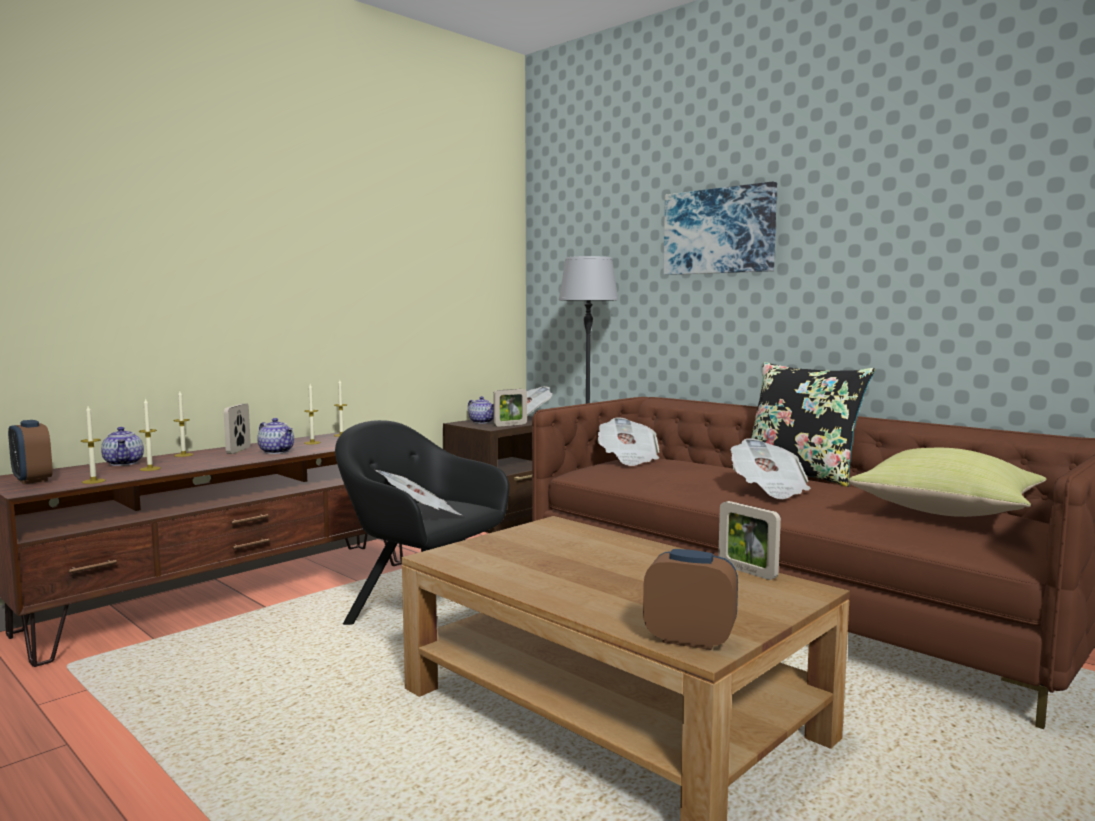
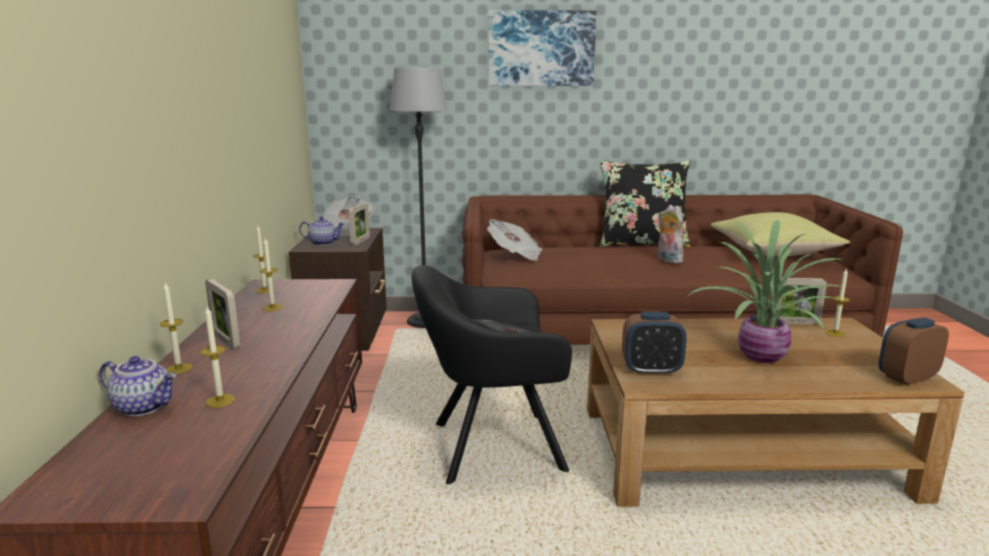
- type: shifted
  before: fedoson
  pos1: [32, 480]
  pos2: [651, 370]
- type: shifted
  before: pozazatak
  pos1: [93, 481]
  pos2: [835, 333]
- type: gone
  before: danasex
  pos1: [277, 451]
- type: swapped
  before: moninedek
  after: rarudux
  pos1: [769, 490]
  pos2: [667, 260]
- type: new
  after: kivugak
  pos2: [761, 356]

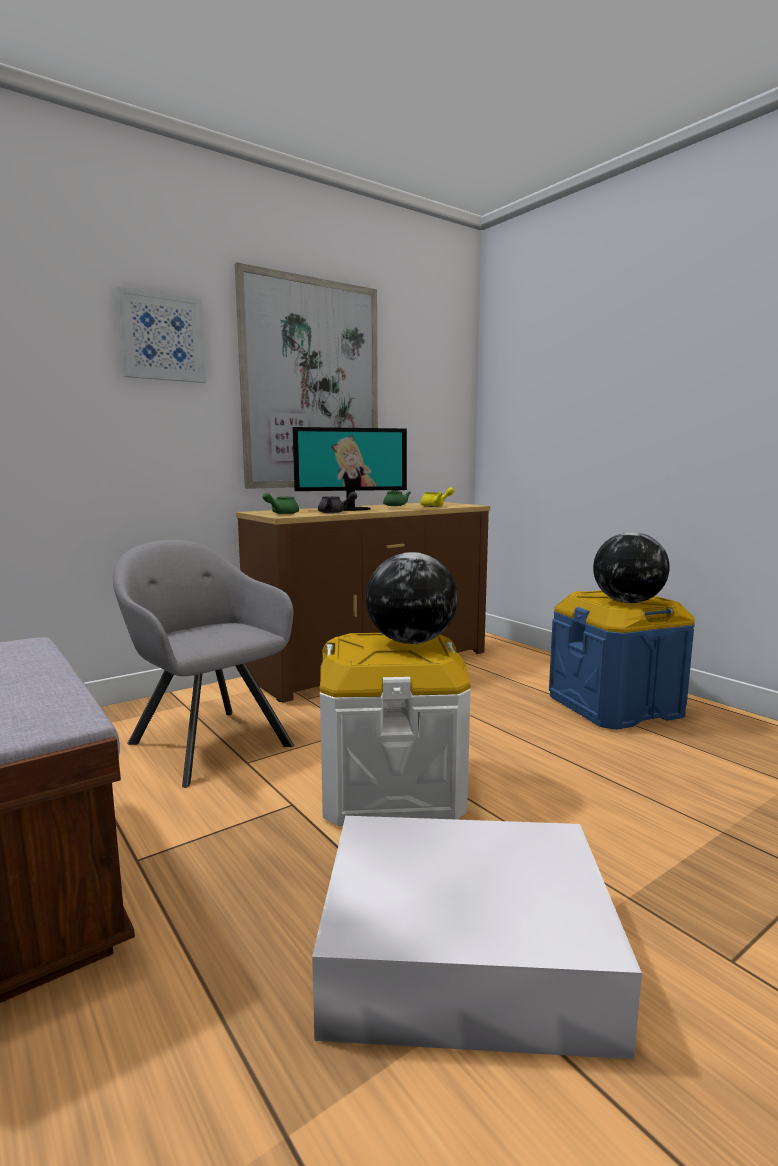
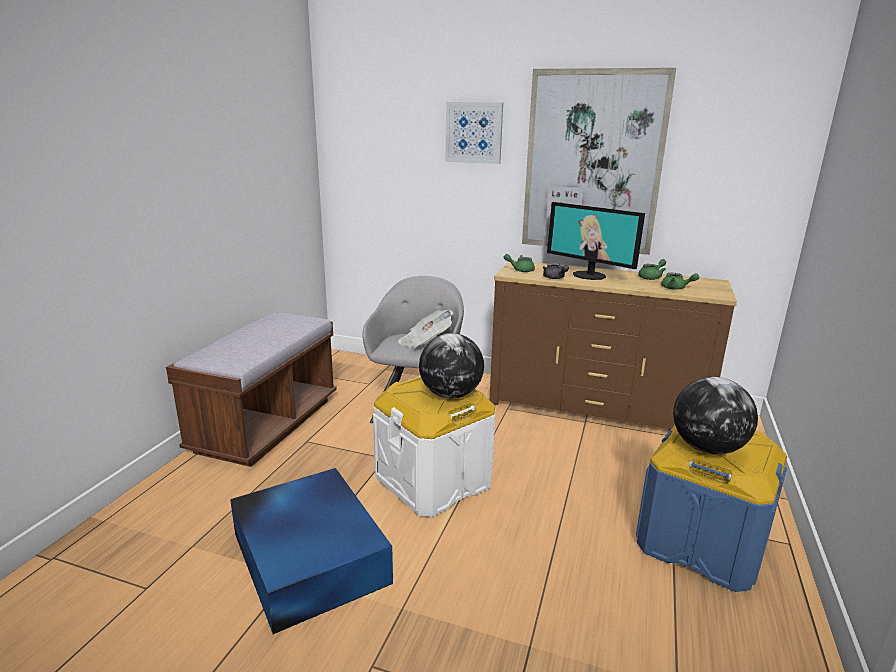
- type: repainted
  before: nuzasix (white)
  after: nuzasix (blue)
  pos1: [460, 951]
  pos2: [310, 556]
- type: repainted
  before: danasex (yellow)
  after: danasex (green)
  pos1: [435, 506]
  pos2: [676, 288]
- type: new
  after: moninedek
  pos2: [425, 342]

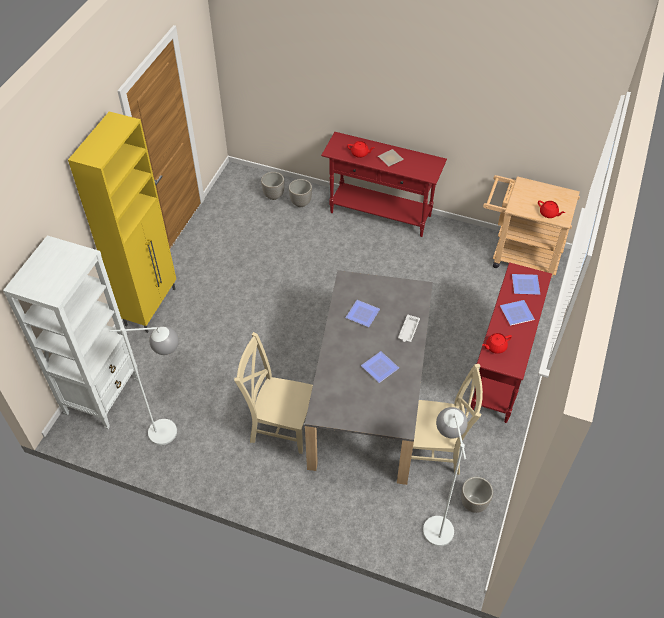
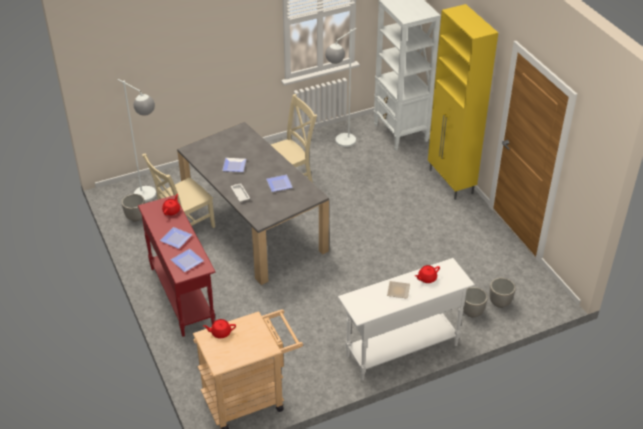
- type: repainted
  before: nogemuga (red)
  after: nogemuga (white)
  pos1: [380, 214]
  pos2: [401, 350]

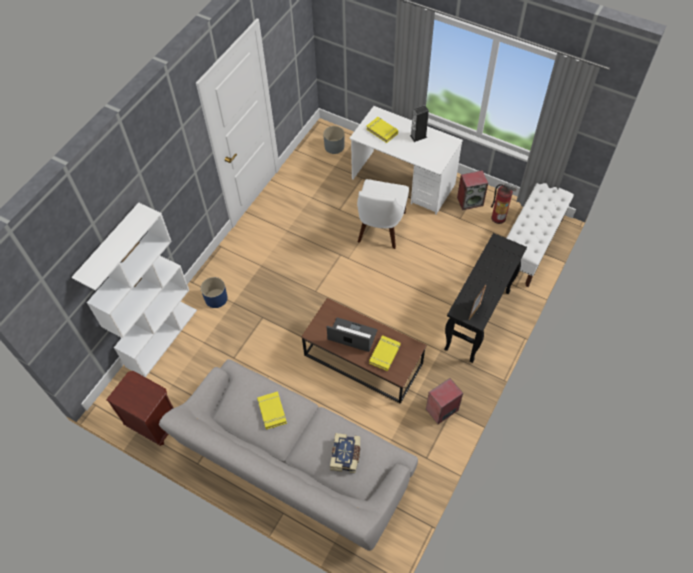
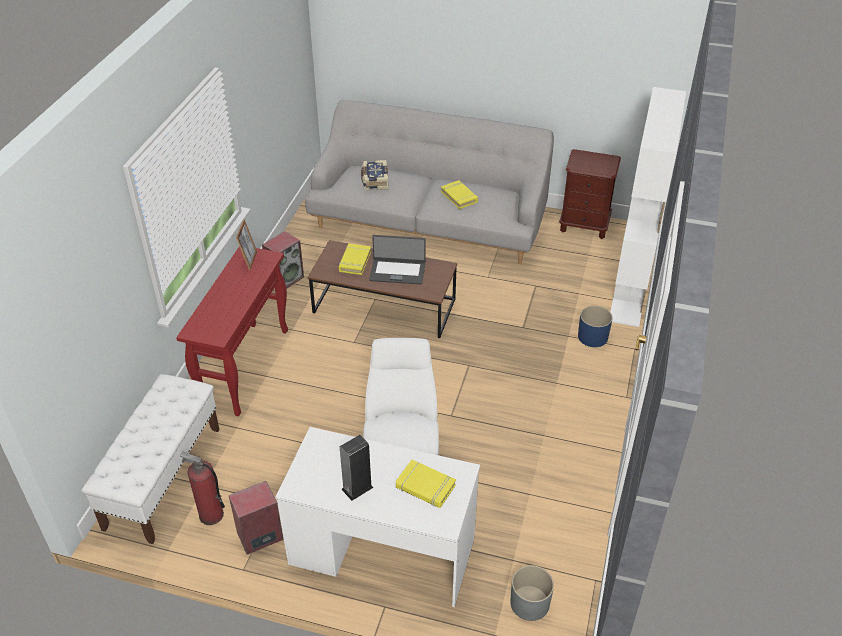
- type: repainted
  before: nogemuga (black)
  after: nogemuga (red)
  pos1: [477, 321]
  pos2: [246, 367]

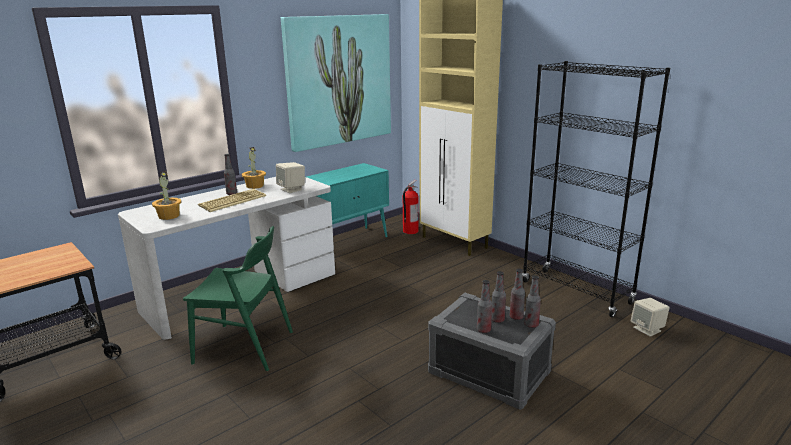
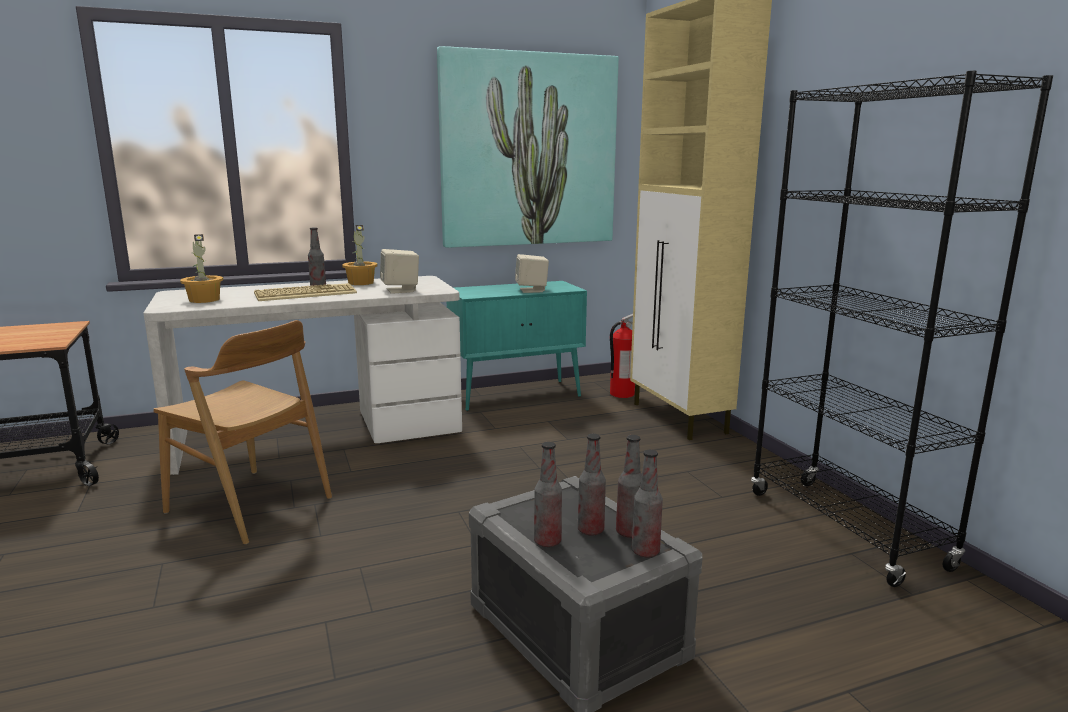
- type: repainted
  before: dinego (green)
  after: dinego (brown)
  pos1: [244, 347]
  pos2: [250, 505]
- type: shifted
  before: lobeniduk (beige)
  pos1: [647, 329]
  pos2: [531, 290]

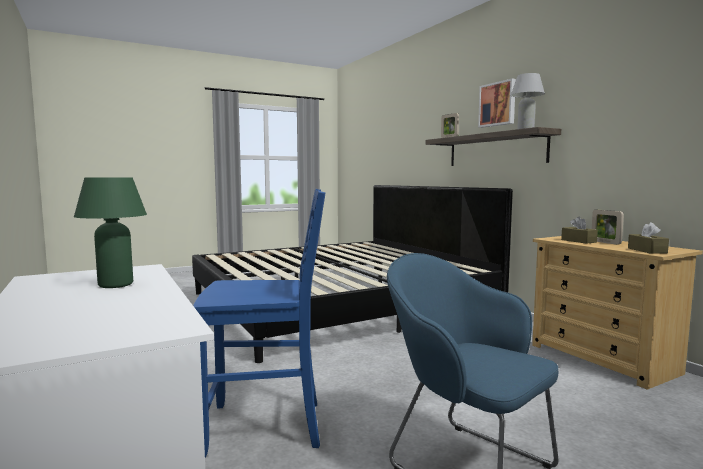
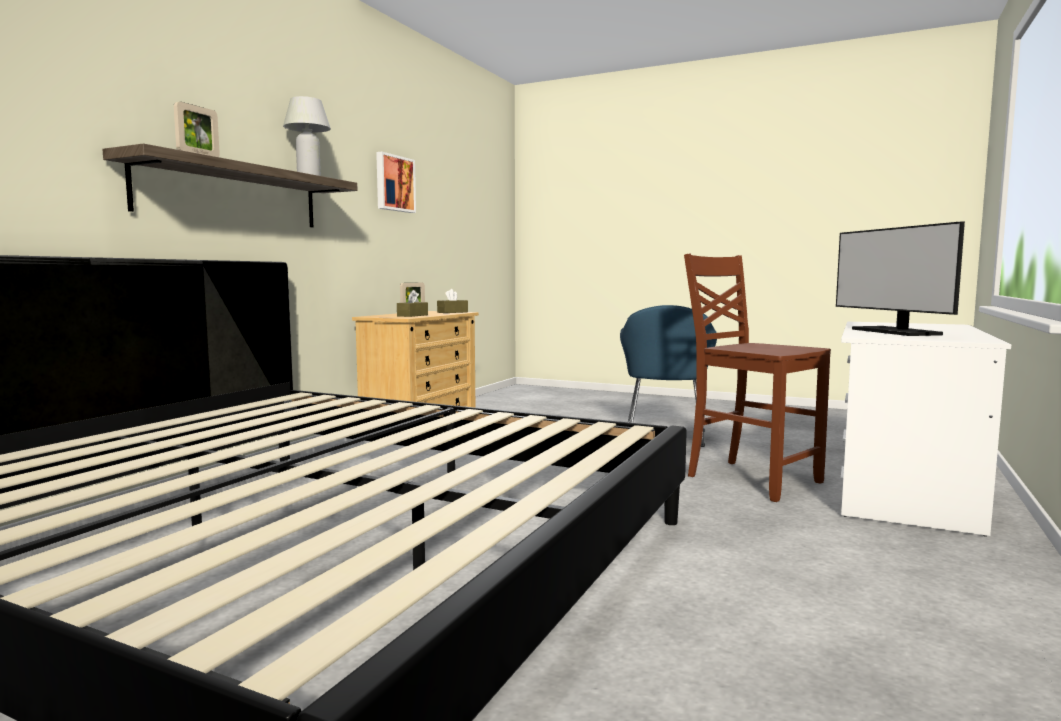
- type: swapped
  before: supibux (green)
  after: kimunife
  pos1: [116, 285]
  pos2: [895, 332]
- type: repainted
  before: dinego (blue)
  after: dinego (brown)
  pos1: [267, 427]
  pos2: [751, 479]
- type: shifted
  before: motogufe
  pos1: [498, 104]
  pos2: [394, 183]

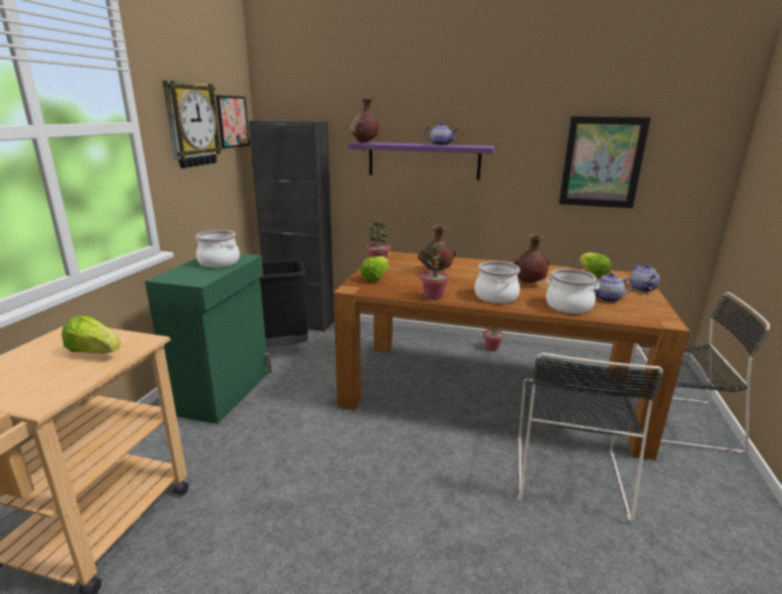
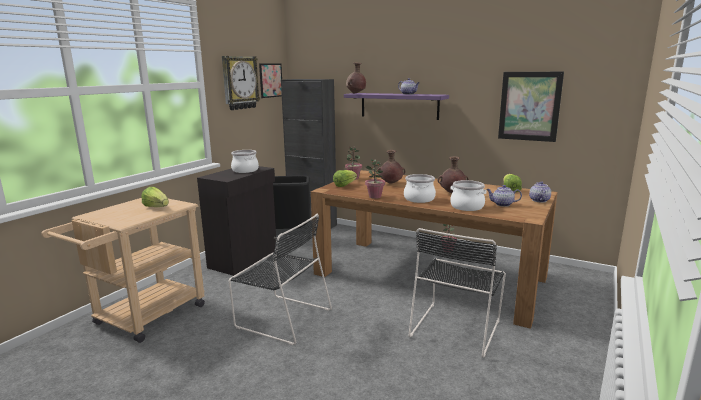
- type: repainted
  before: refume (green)
  after: refume (black)
  pos1: [225, 392]
  pos2: [244, 259]
- type: shifted
  before: dinego (black)
  pos1: [674, 419]
  pos2: [281, 317]

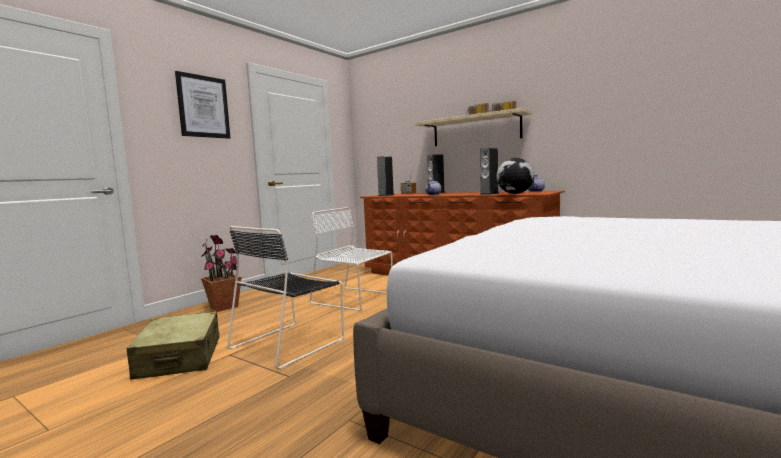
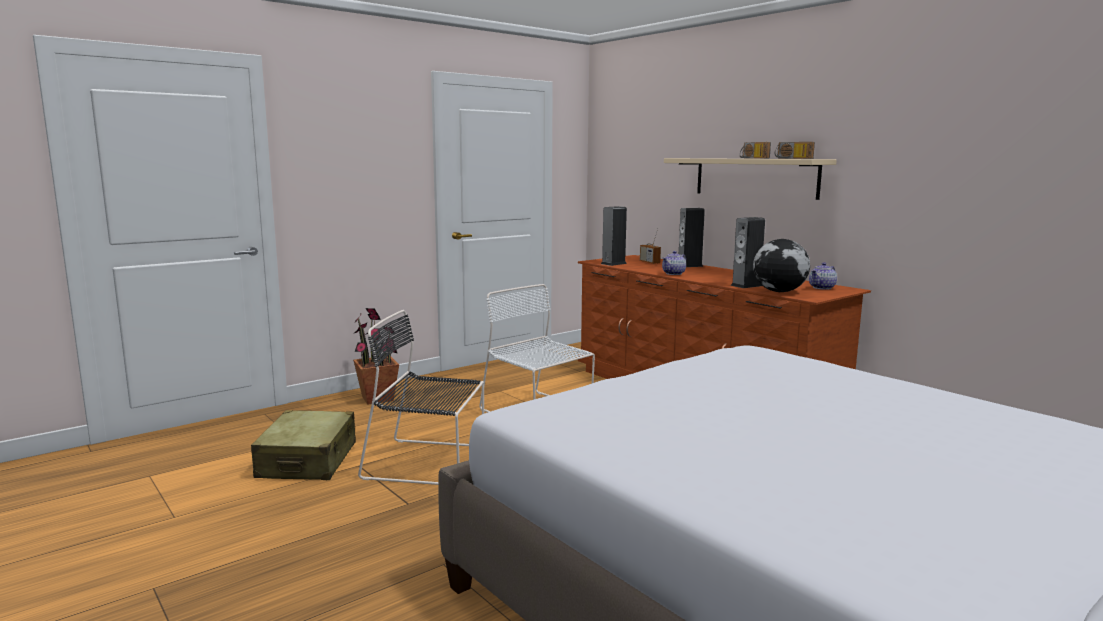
- type: gone
  before: motogufe
  pos1: [203, 106]
- type: rotated
  before: dinego (black)
  pos1: [290, 343]
  pos2: [429, 462]
  turn: 45

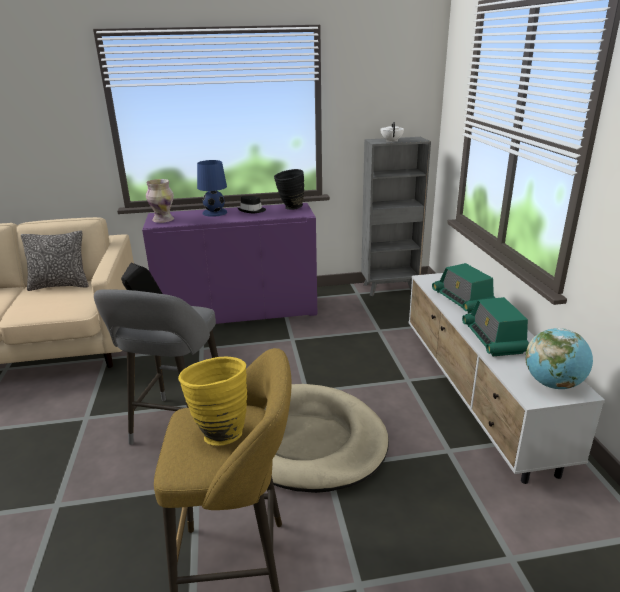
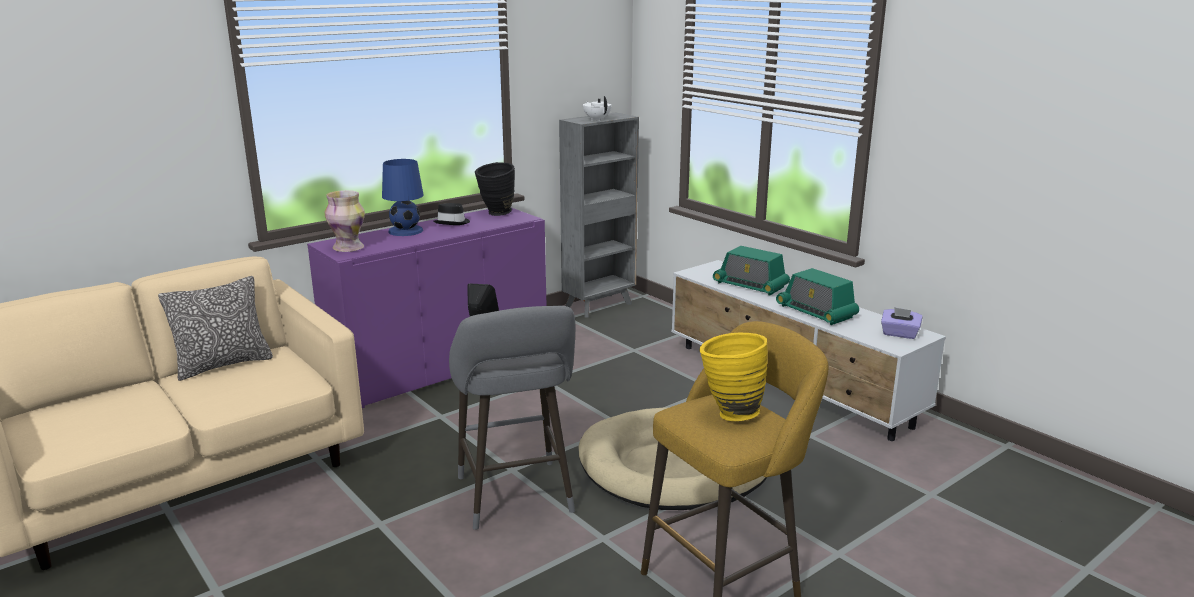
- type: swapped
  before: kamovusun
  after: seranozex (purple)
  pos1: [553, 384]
  pos2: [899, 334]

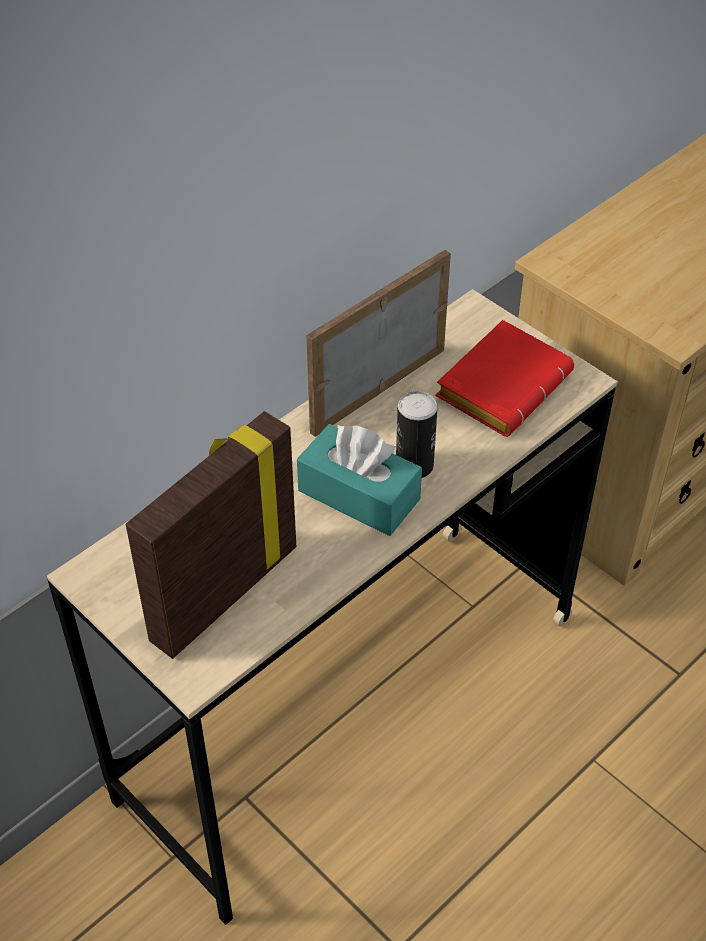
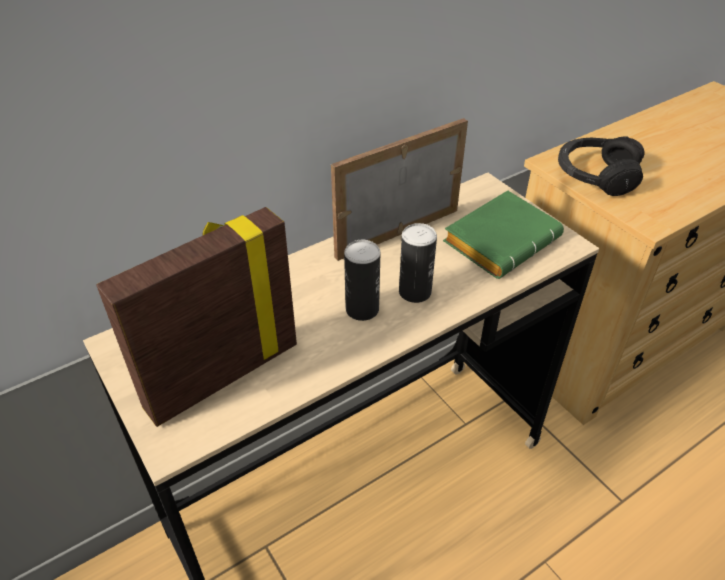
- type: swapped
  before: seranozex (turquoise)
  after: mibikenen
  pos1: [359, 495]
  pos2: [362, 309]
- type: repainted
  before: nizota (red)
  after: nizota (green)
  pos1: [502, 384]
  pos2: [501, 239]
- type: new
  after: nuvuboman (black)
  pos2: [596, 176]

